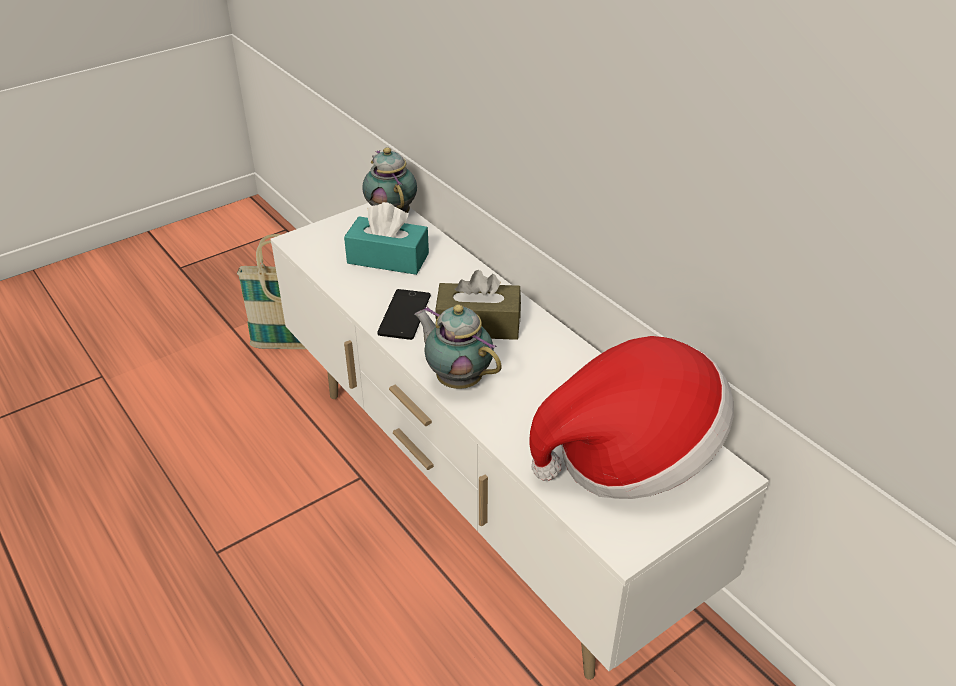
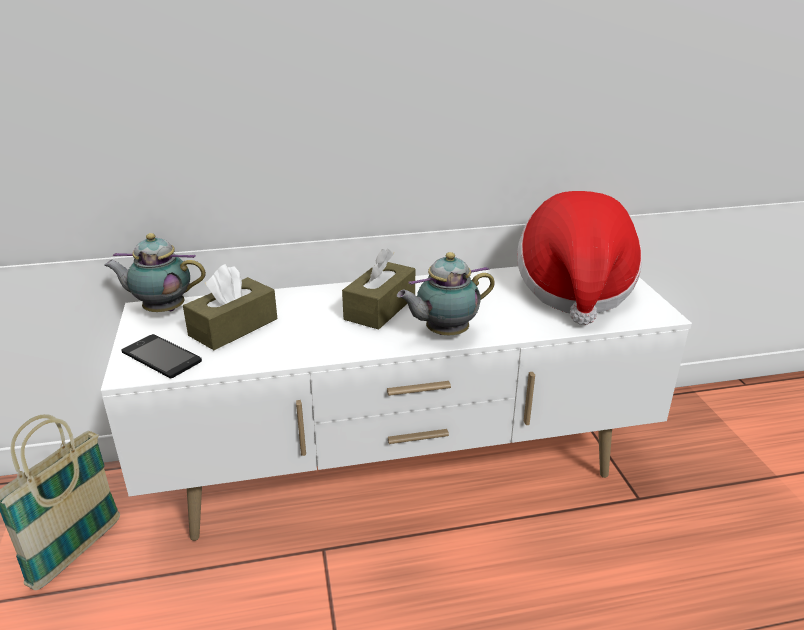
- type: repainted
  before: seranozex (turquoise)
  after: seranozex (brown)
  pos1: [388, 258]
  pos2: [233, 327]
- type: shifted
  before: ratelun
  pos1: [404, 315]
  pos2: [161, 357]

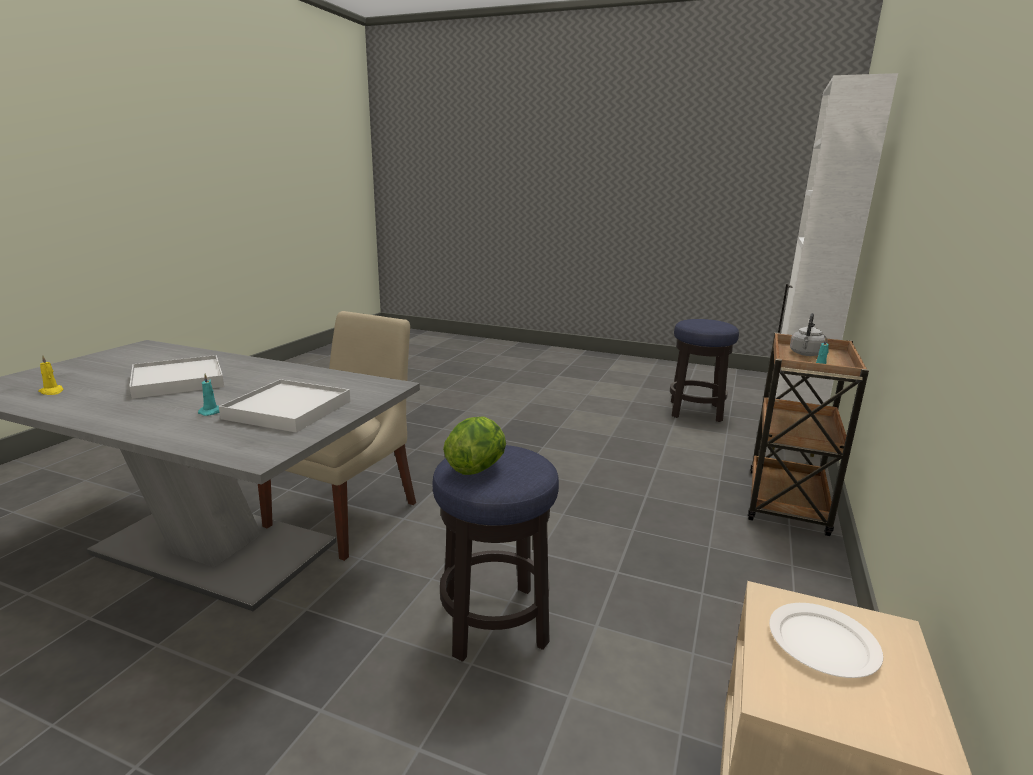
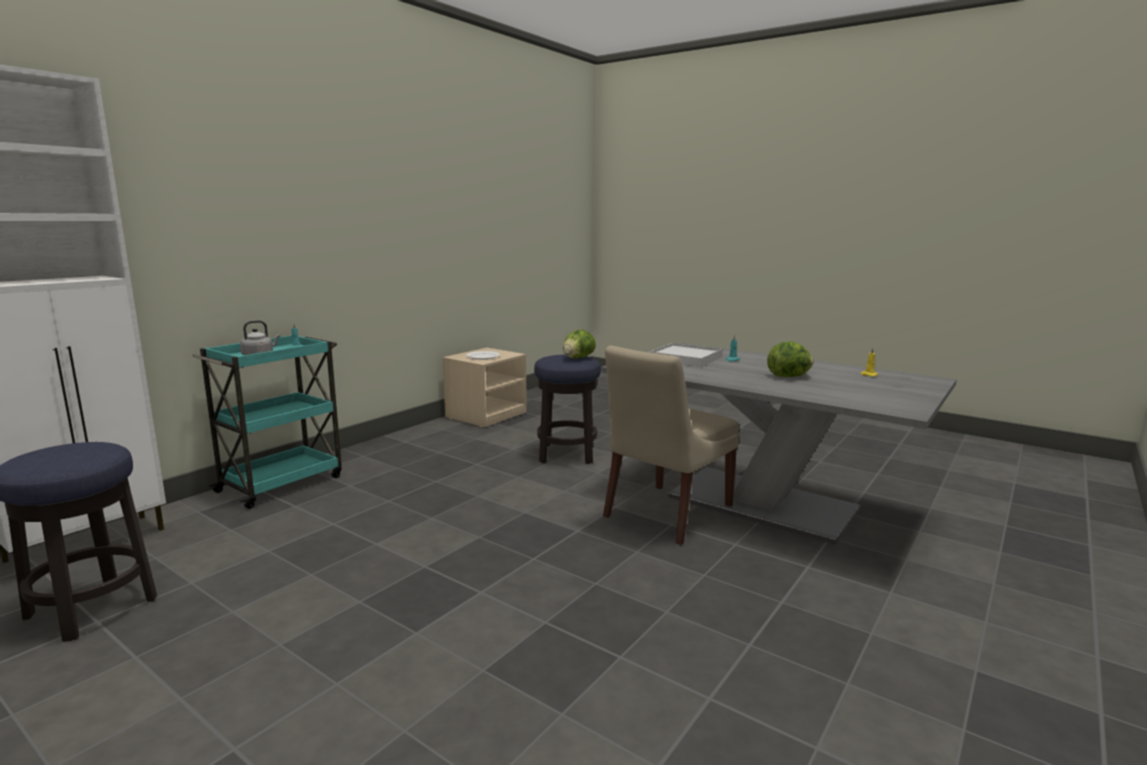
- type: swapped
  before: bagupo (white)
  after: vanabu
  pos1: [178, 381]
  pos2: [789, 376]
- type: repainted
  before: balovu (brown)
  after: balovu (turquoise)
  pos1: [786, 503]
  pos2: [282, 483]

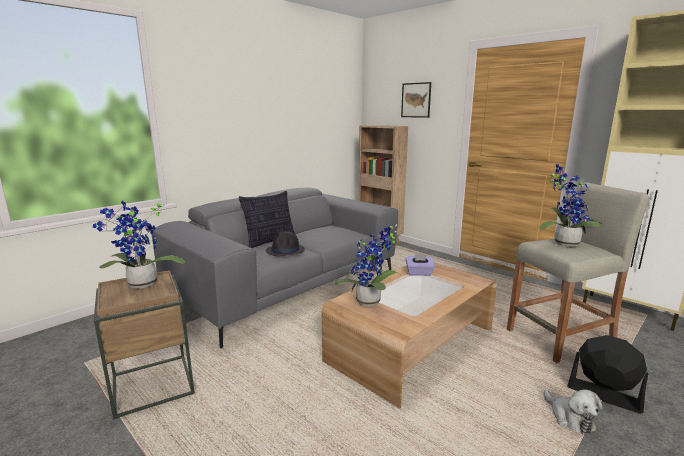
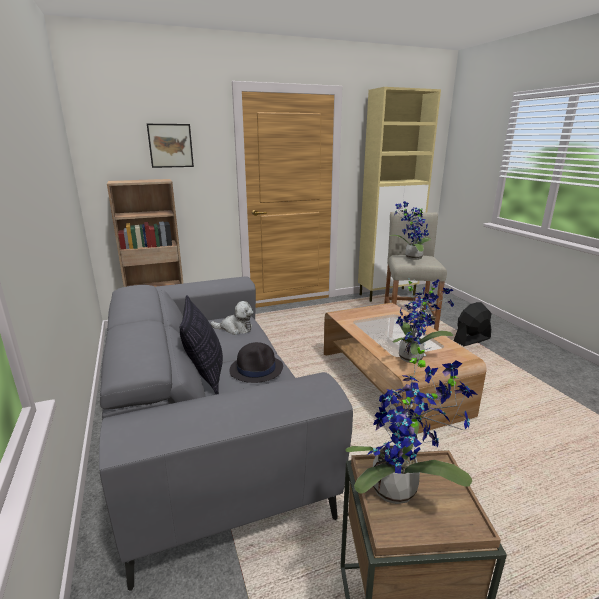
- type: gone
  before: seranozex (purple)
  pos1: [419, 273]
- type: shifted
  before: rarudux
  pos1: [570, 418]
  pos2: [235, 329]

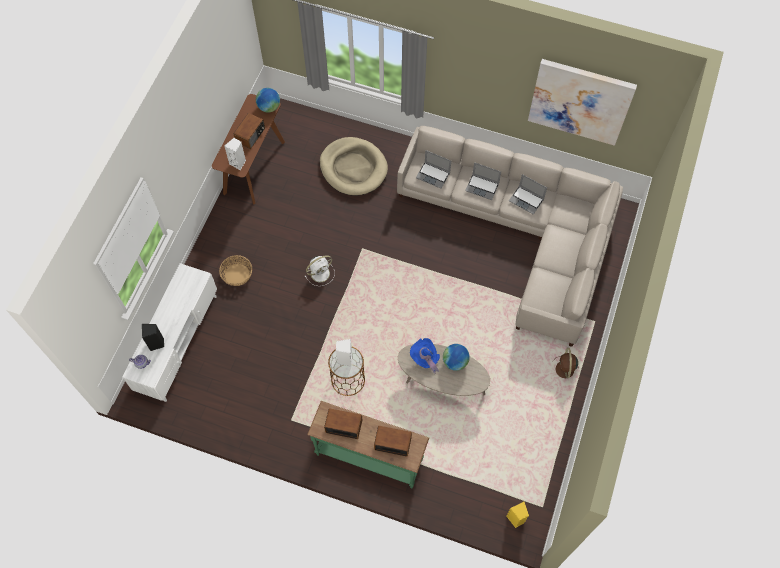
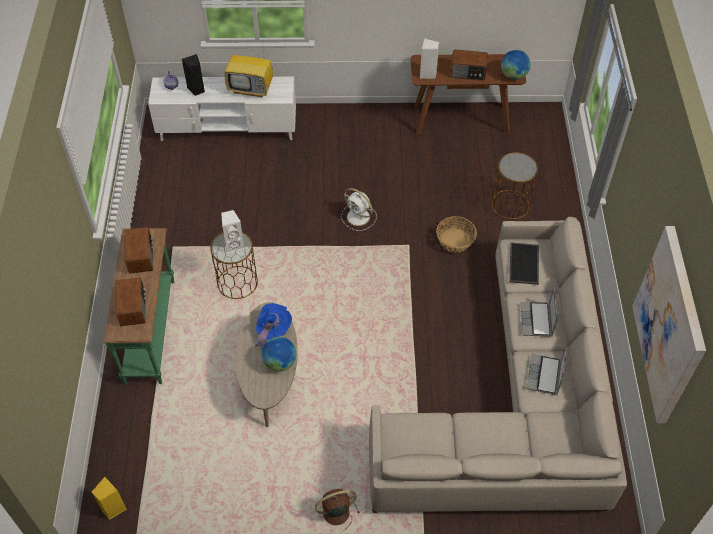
- type: shifted
  before: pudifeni
  pos1: [237, 274]
  pos2: [455, 240]
- type: swapped
  before: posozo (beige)
  after: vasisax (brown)
  pos1: [353, 168]
  pos2: [510, 204]
- type: swapped
  before: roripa
  after: bagupo
  pos1: [433, 175]
  pos2: [525, 264]
- type: new
  after: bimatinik
  pos2: [251, 89]

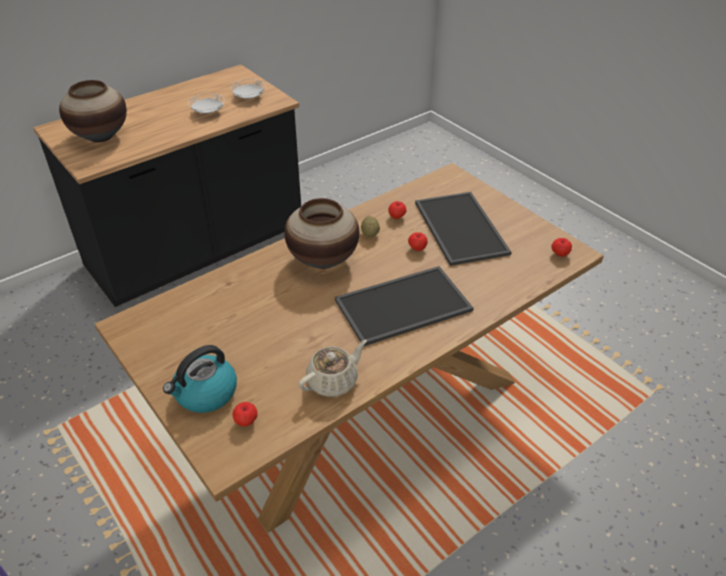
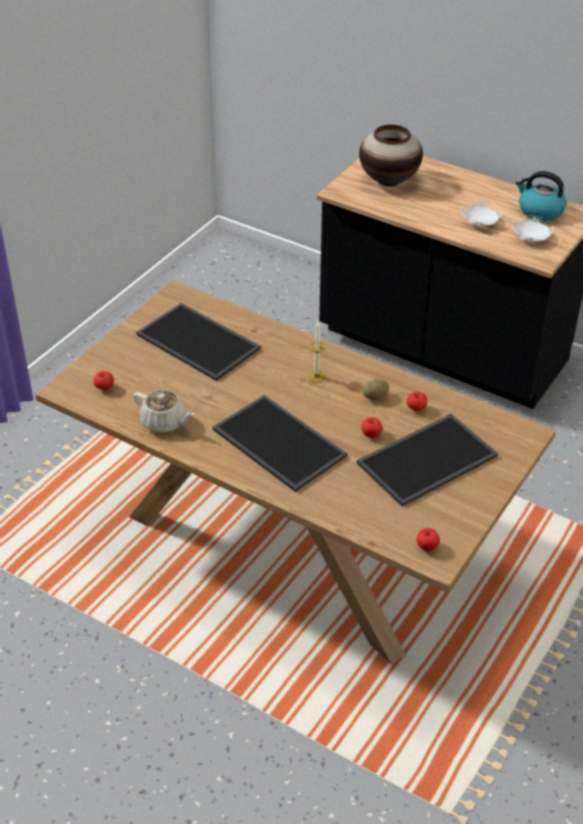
- type: shifted
  before: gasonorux
  pos1: [205, 394]
  pos2: [539, 211]
- type: swapped
  before: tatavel
  after: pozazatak
  pos1: [323, 260]
  pos2: [316, 376]
- type: new
  after: bagupo
  pos2: [200, 341]

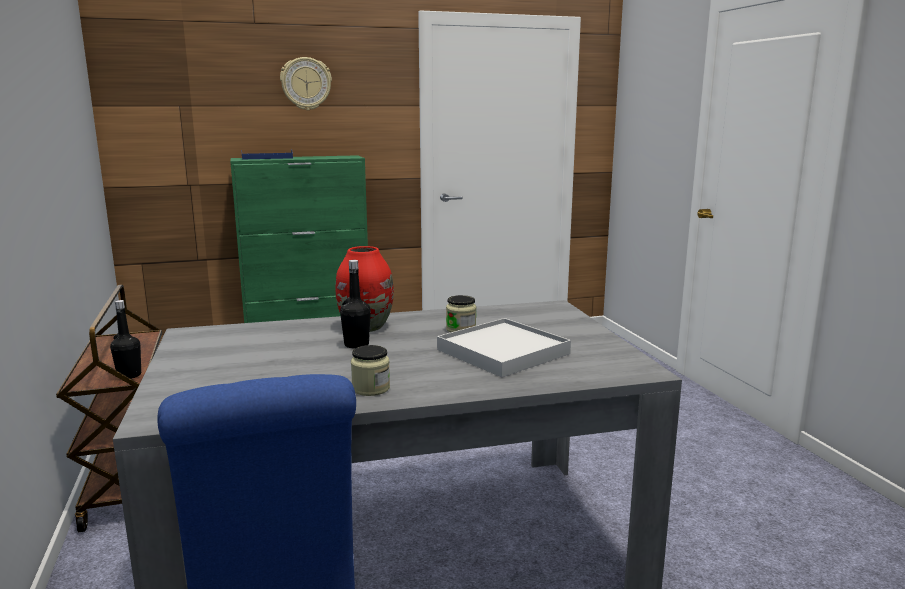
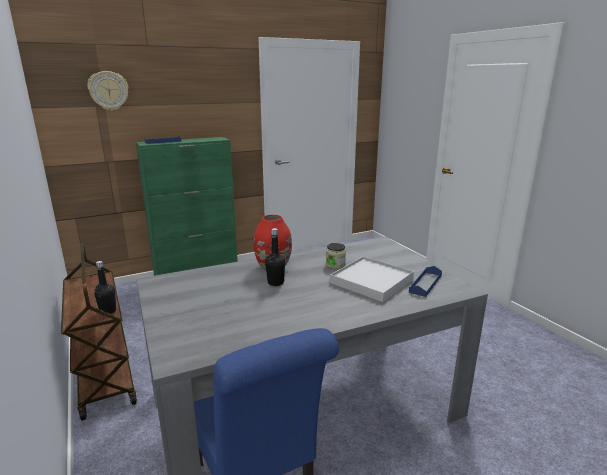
- type: shifted
  before: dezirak
  pos1: [306, 83]
  pos2: [108, 91]
- type: gone
  before: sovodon
  pos1: [371, 388]
- type: new
  after: bagupo (blue)
  pos2: [425, 283]

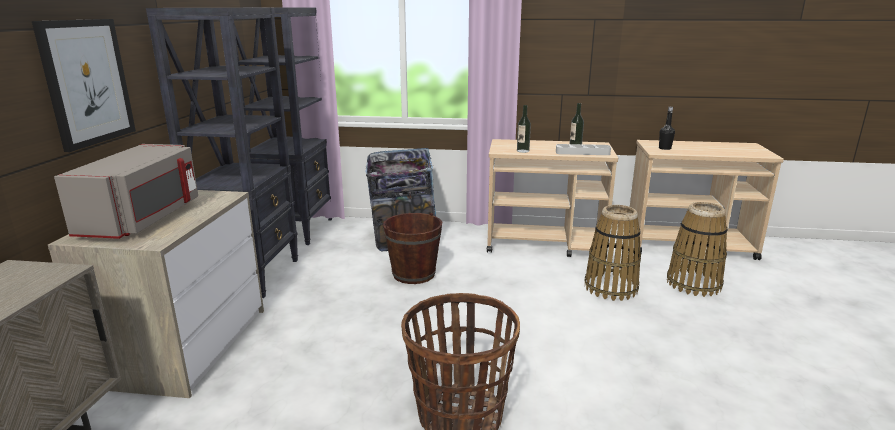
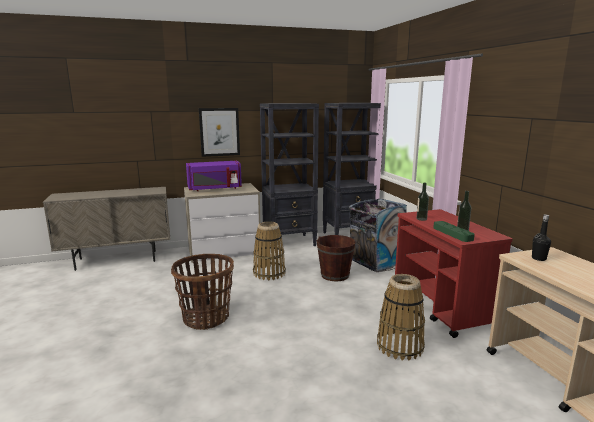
- type: repainted
  before: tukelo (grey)
  after: tukelo (purple)
  pos1: [144, 218]
  pos2: [214, 188]
- type: repainted
  before: balovu (beige)
  after: balovu (red)
  pos1: [545, 244]
  pos2: [442, 307]
- type: repainted
  before: bagupo (grey)
  after: bagupo (green)
  pos1: [582, 153]
  pos2: [452, 233]
- type: shifted
  before: pudifeni
  pos1: [693, 284]
  pos2: [269, 273]

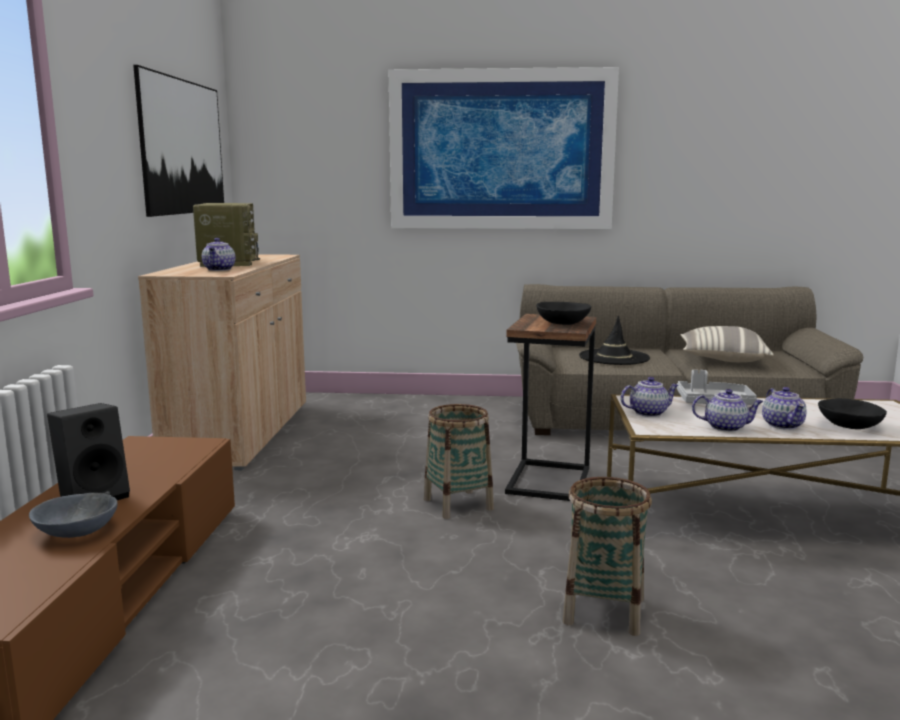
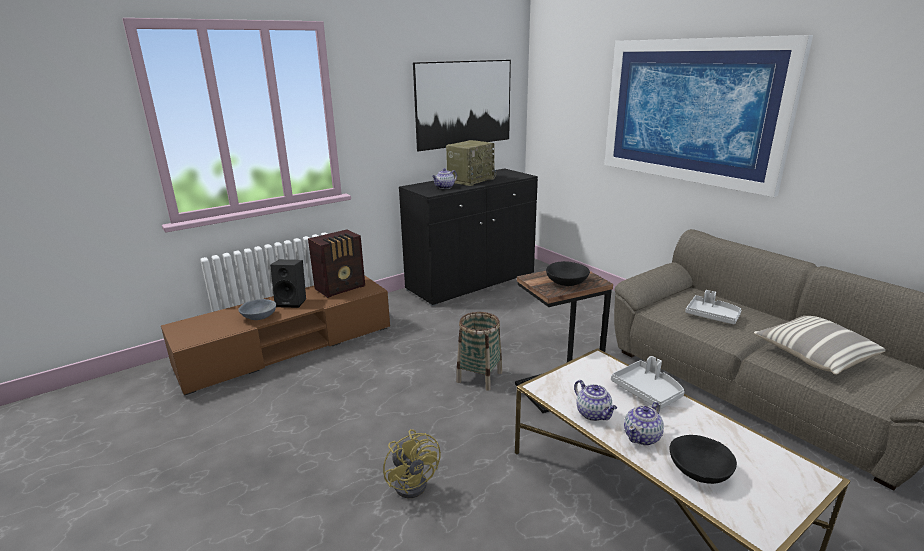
- type: repainted
  before: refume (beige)
  after: refume (black)
  pos1: [241, 432]
  pos2: [471, 282]
- type: swapped
  before: pudifeni
  after: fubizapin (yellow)
  pos1: [603, 611]
  pos2: [414, 481]
- type: swapped
  before: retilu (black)
  after: bagupo (grey)
  pos1: [614, 357]
  pos2: [712, 316]
- type: gone
  before: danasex
  pos1: [649, 413]
- type: new
  after: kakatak
  pos2: [341, 288]

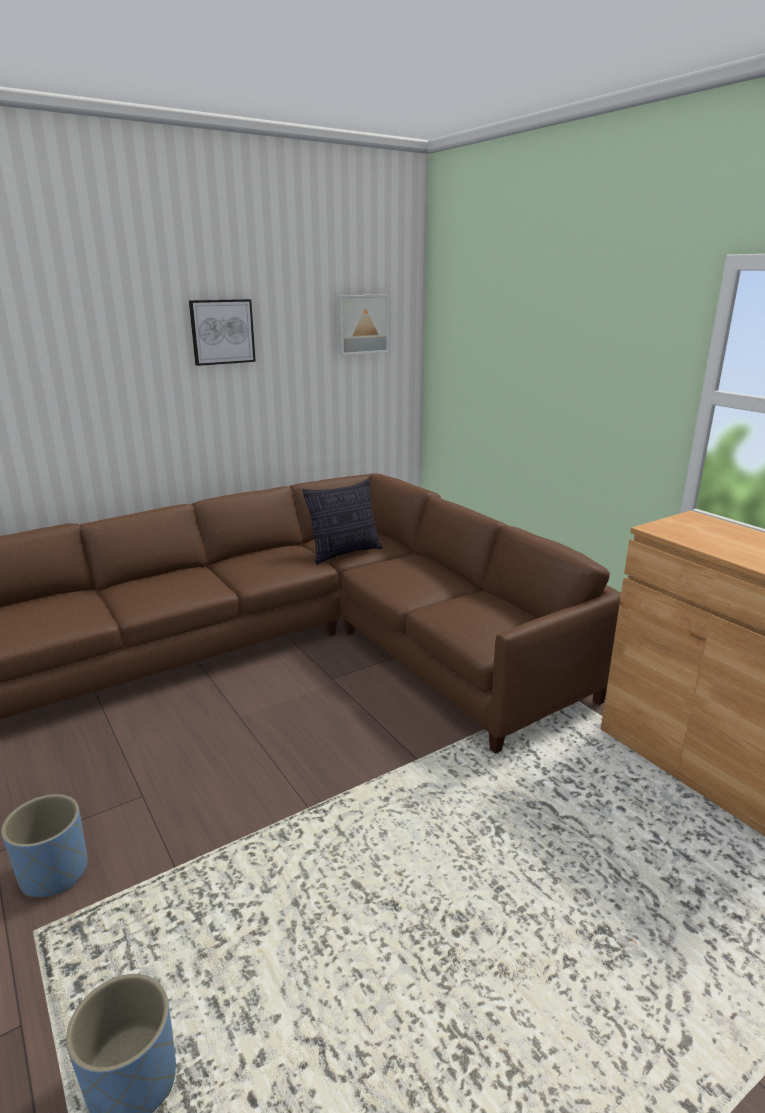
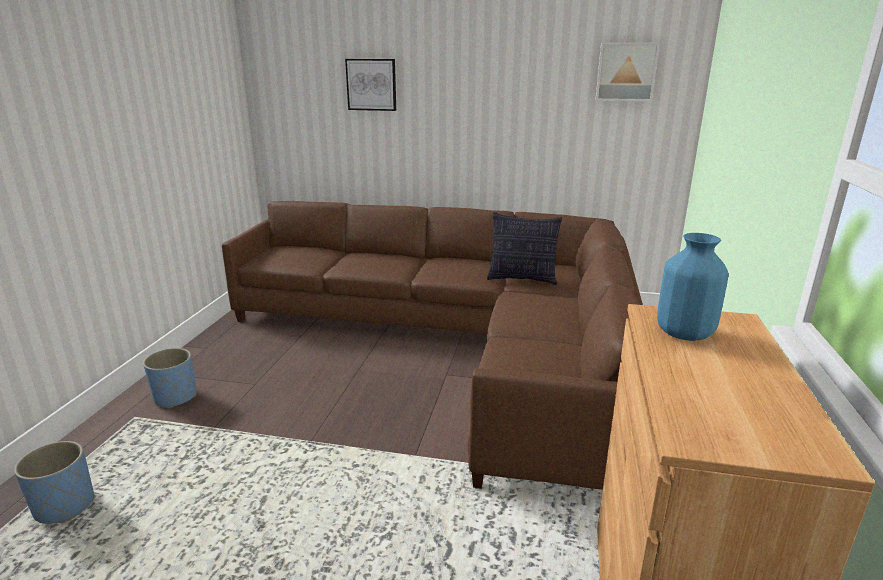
- type: shifted
  before: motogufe
  pos1: [222, 332]
  pos2: [371, 84]
- type: new
  after: tatavel (blue)
  pos2: [683, 333]

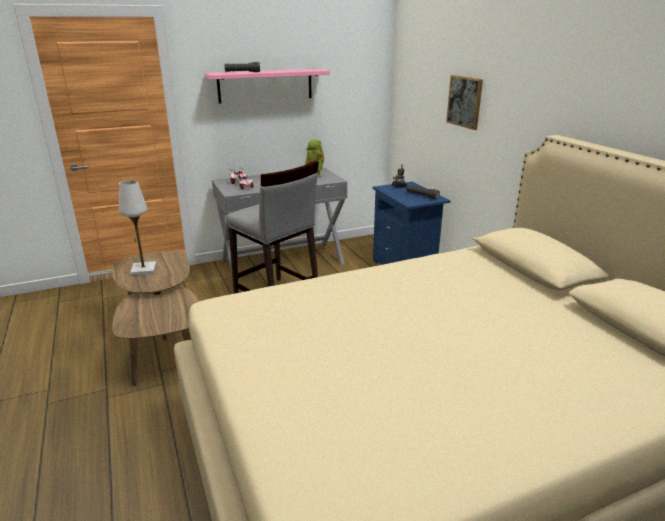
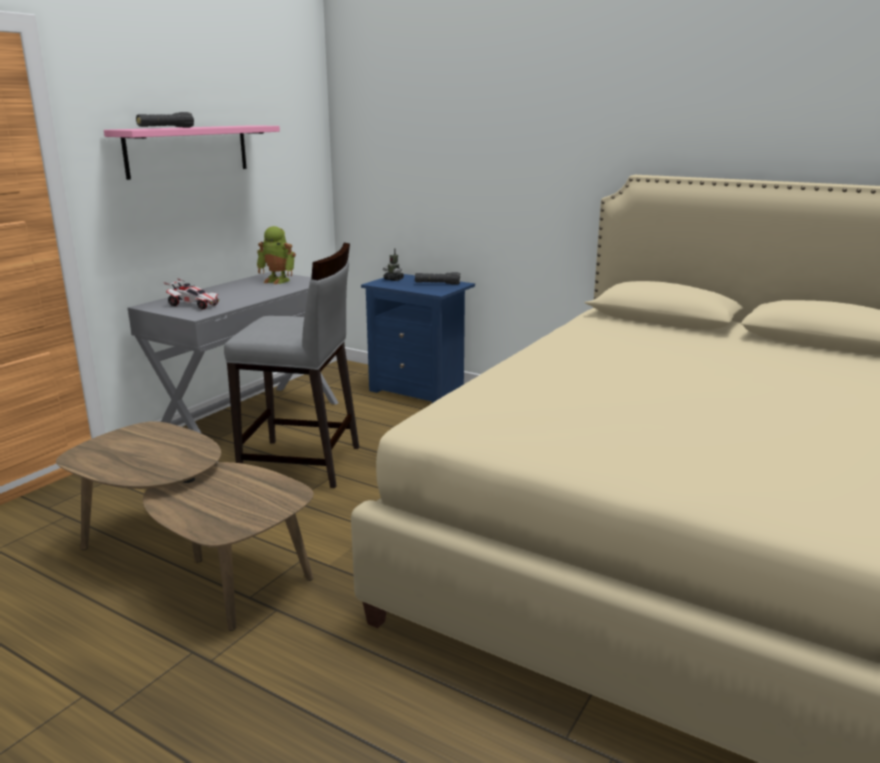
- type: gone
  before: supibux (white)
  pos1: [143, 270]
- type: gone
  before: motogufe
  pos1: [465, 101]

